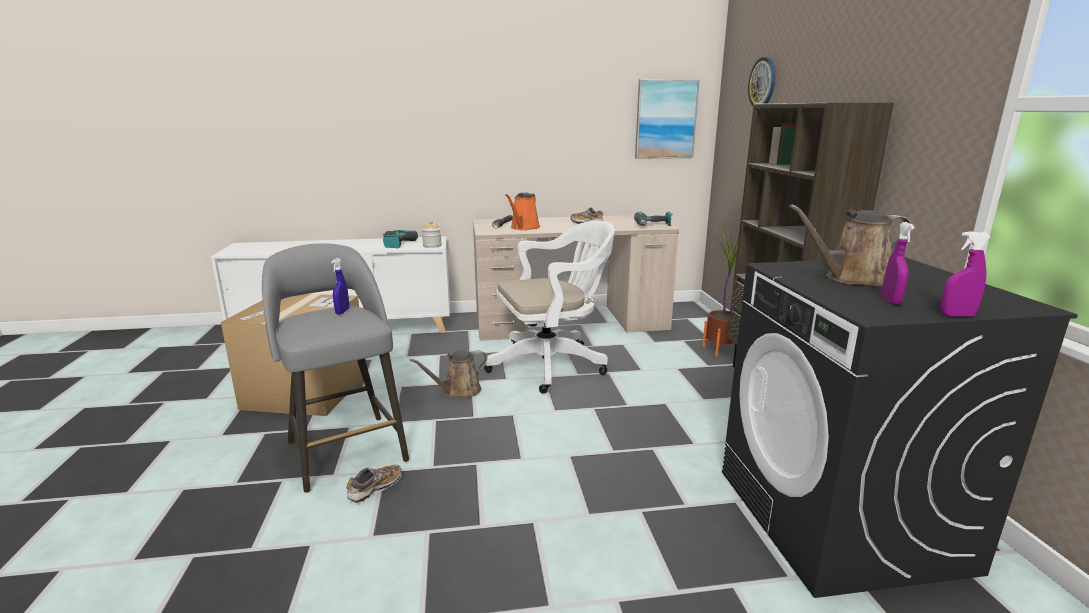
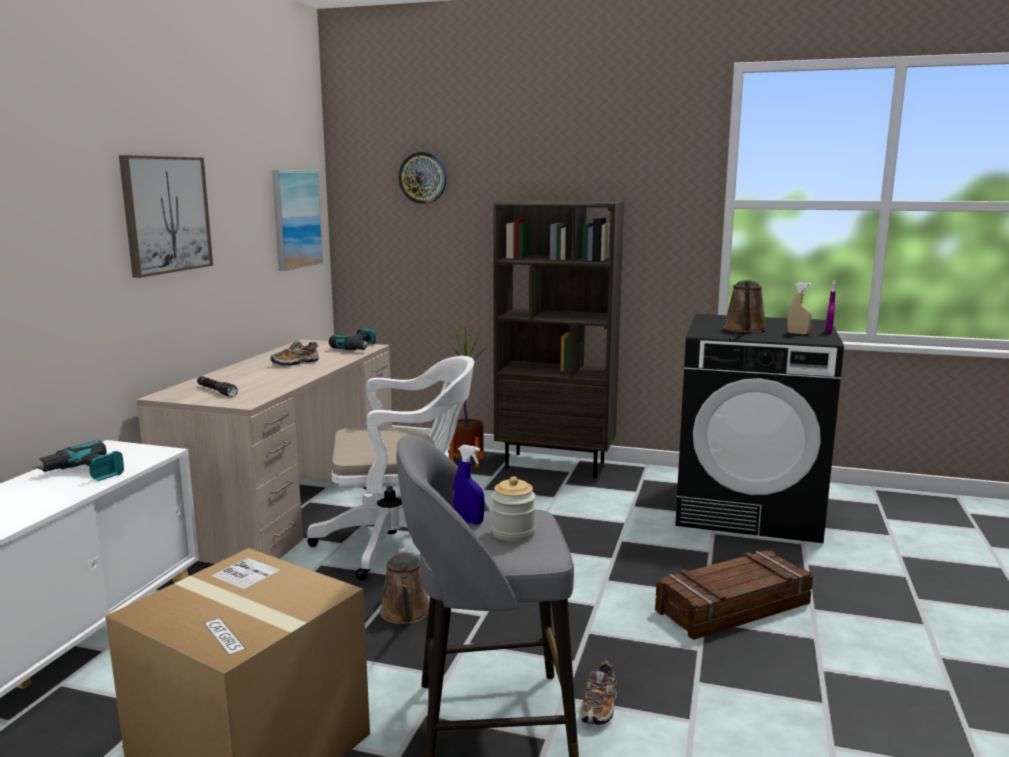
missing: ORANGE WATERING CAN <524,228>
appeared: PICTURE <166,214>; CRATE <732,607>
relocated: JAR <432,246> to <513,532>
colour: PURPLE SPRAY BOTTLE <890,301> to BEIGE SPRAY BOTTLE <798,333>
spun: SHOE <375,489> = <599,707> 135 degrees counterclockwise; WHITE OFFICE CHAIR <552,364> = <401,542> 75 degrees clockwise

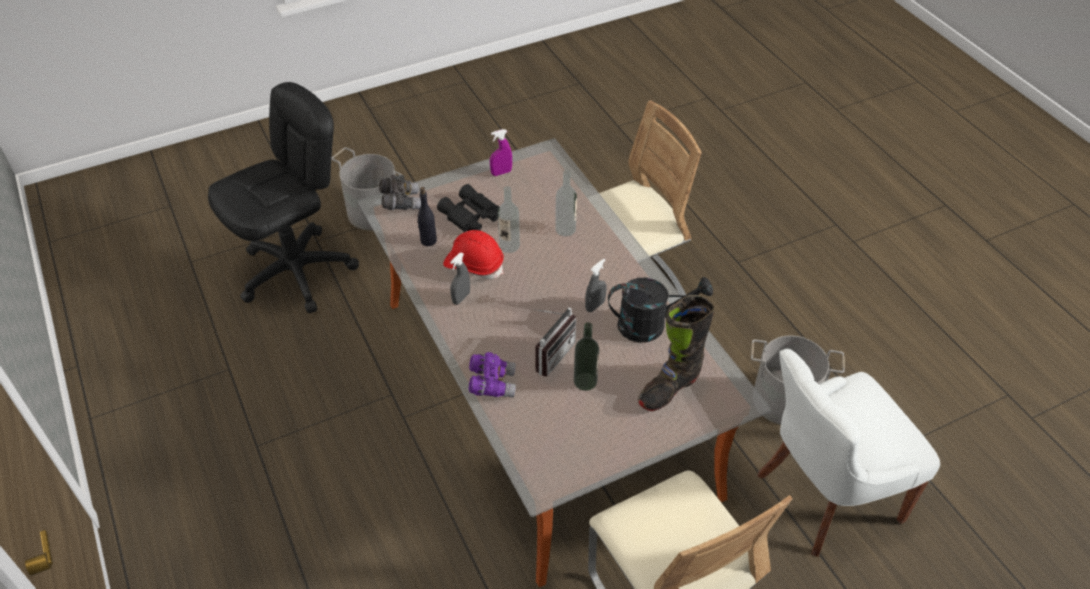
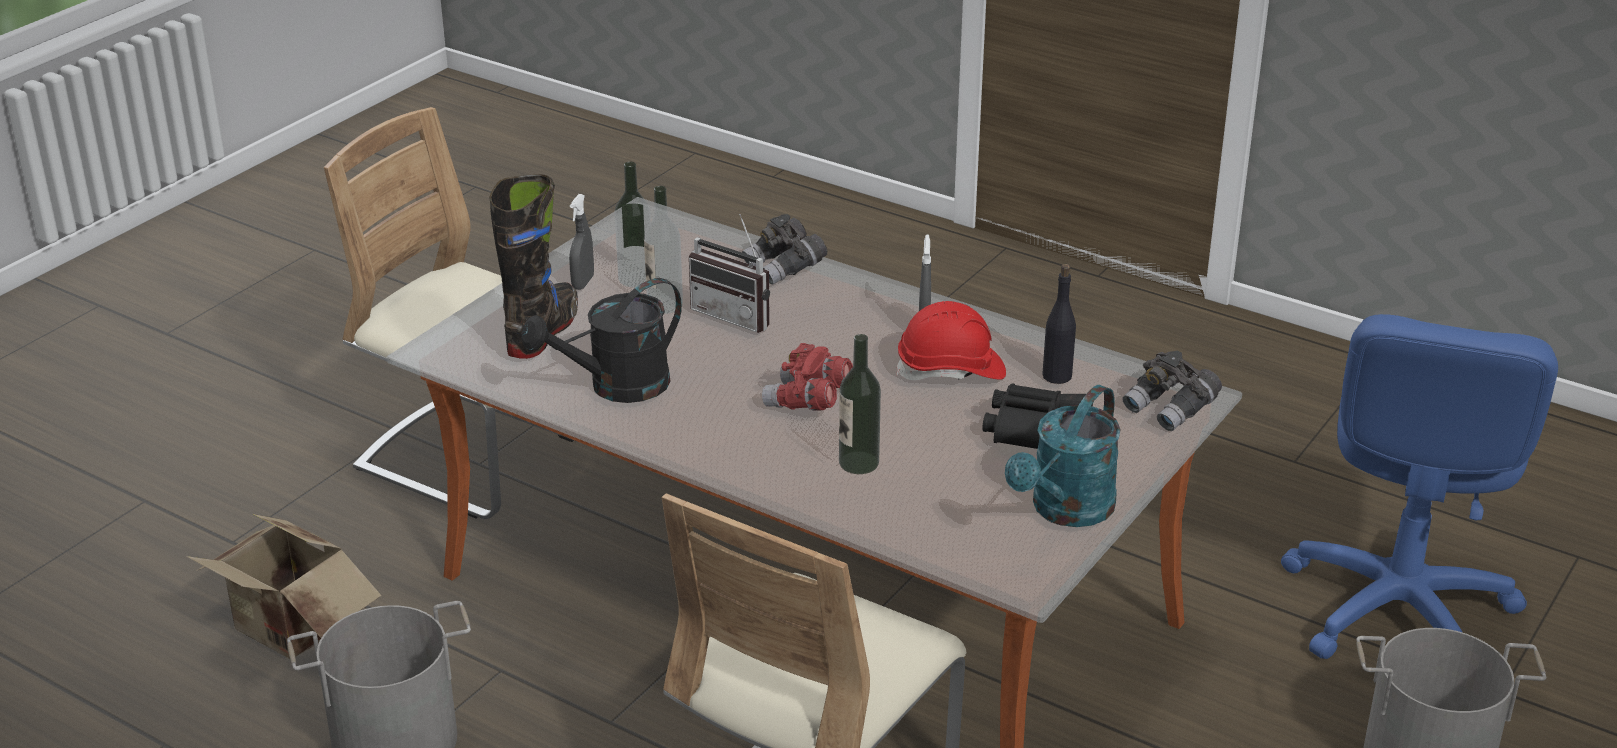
appeared: RED BINOCULARS <808,401>
relocated: BOTTLE <509,245> to <635,279>; GREY SPRAY BOTTLE <595,306> to <583,283>
exchanged: PURPLE SPRAY BOTTLE <501,173> to TURQUOISE WATERING CAN <1065,511>; WHITE CHAIR <824,496> to CARDBOARD BOX <289,632>
colour: BLACK OFFICE CHAIR <297,272> to BLUE OFFICE CHAIR <1397,609>; PURPLE BINOCULARS <492,383> to GREY BINOCULARS <785,268>
spun: RADIO <550,354> = <737,315> 60 degrees counterclockwise

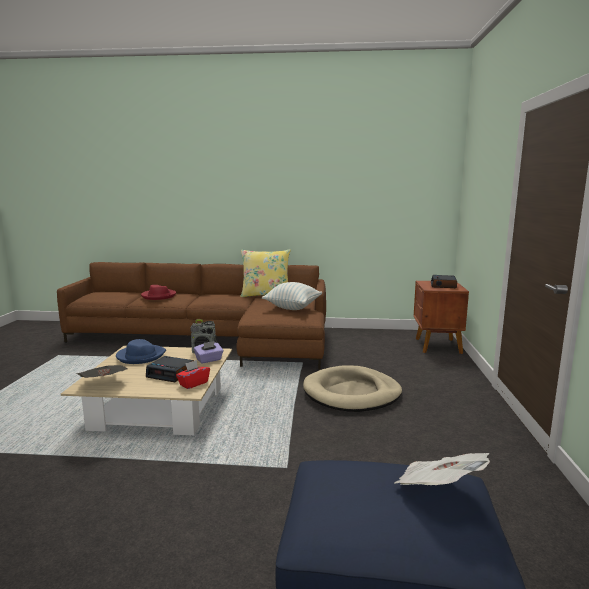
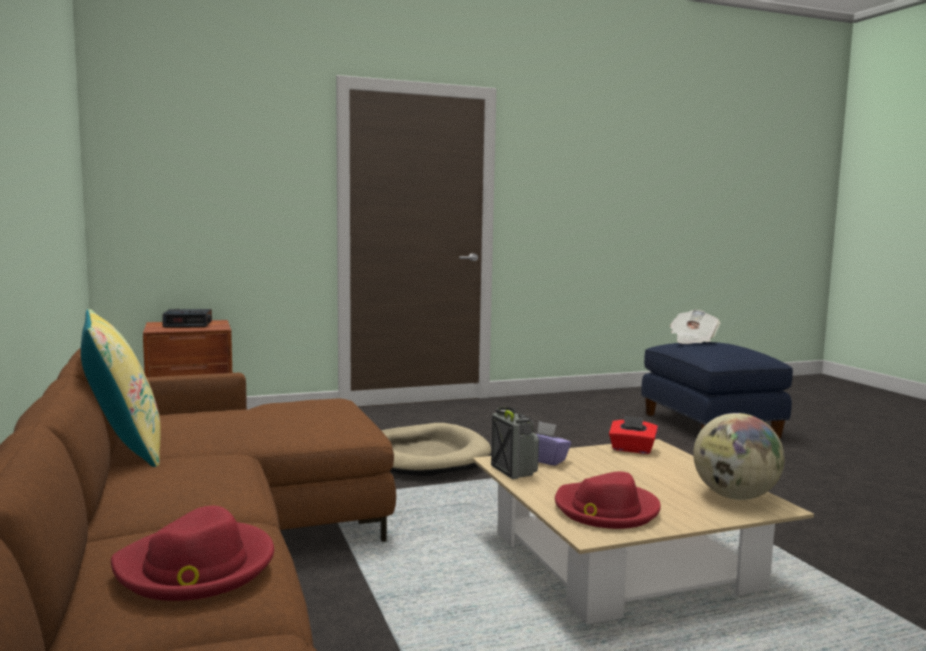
missing: ALARM CLOCK <171,373>; PILLOW <292,308>
exchanged: NEWSPAPER <104,384> to GLOBE <734,496>
colour: BLUE HAT <140,356> to RED HAT <605,509>

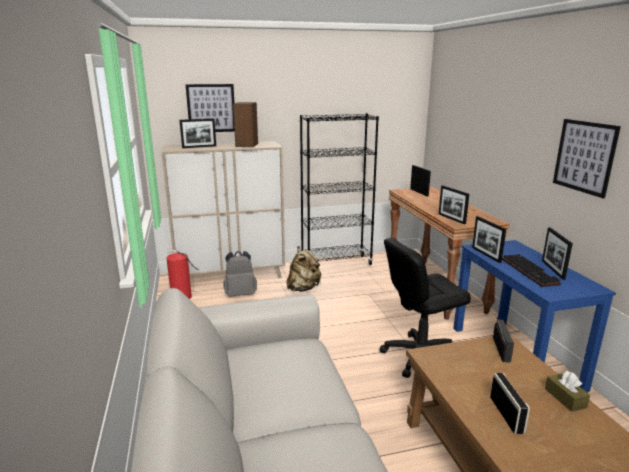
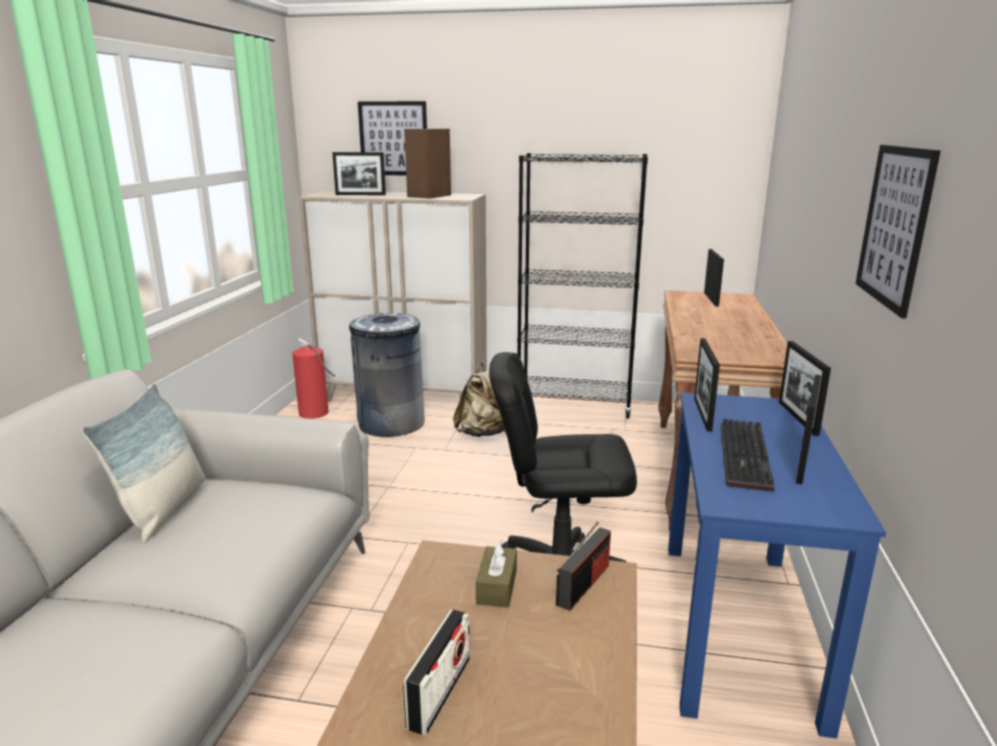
appeared: PILLOW <163,509>
relocated: PICTURE FRAME <451,219> to <797,418>; BROWN TISSUE BOX <565,398> to <497,587>
exchanged: GREY BACKPACK <240,294> to GREY TRASH CAN <391,423>

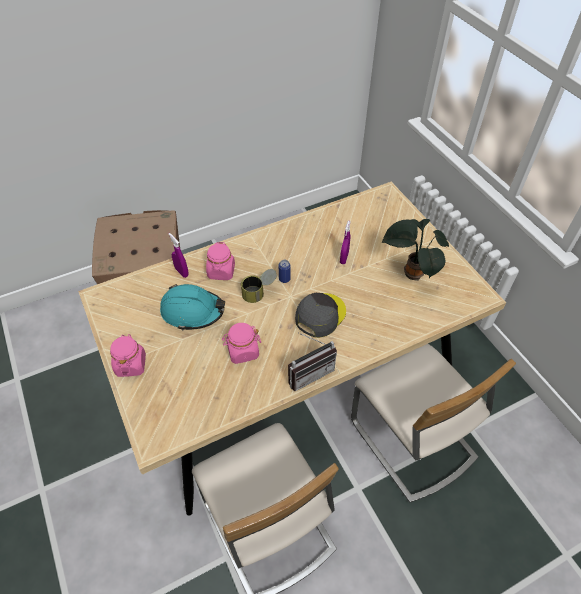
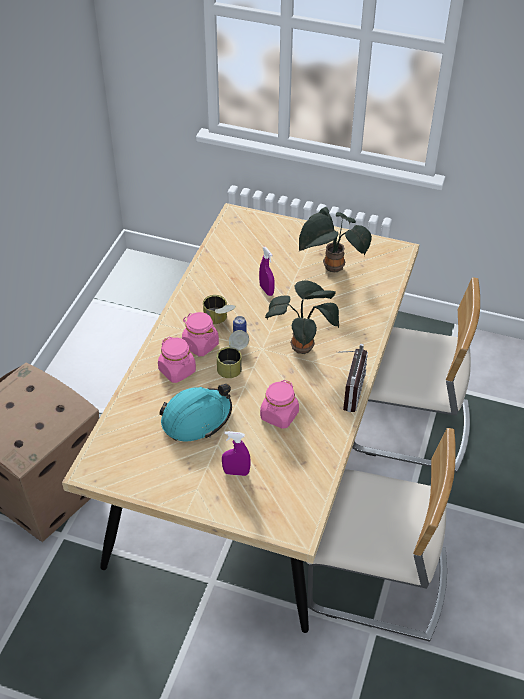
appeared: CAN <219,320>
relocated: PINK JAR <131,364> to <200,345>; PURPLE SPRAY BOTTLE <181,272> to <236,472>
exchanged: GREY CAP <320,315> to POTTED PLANT <303,346>

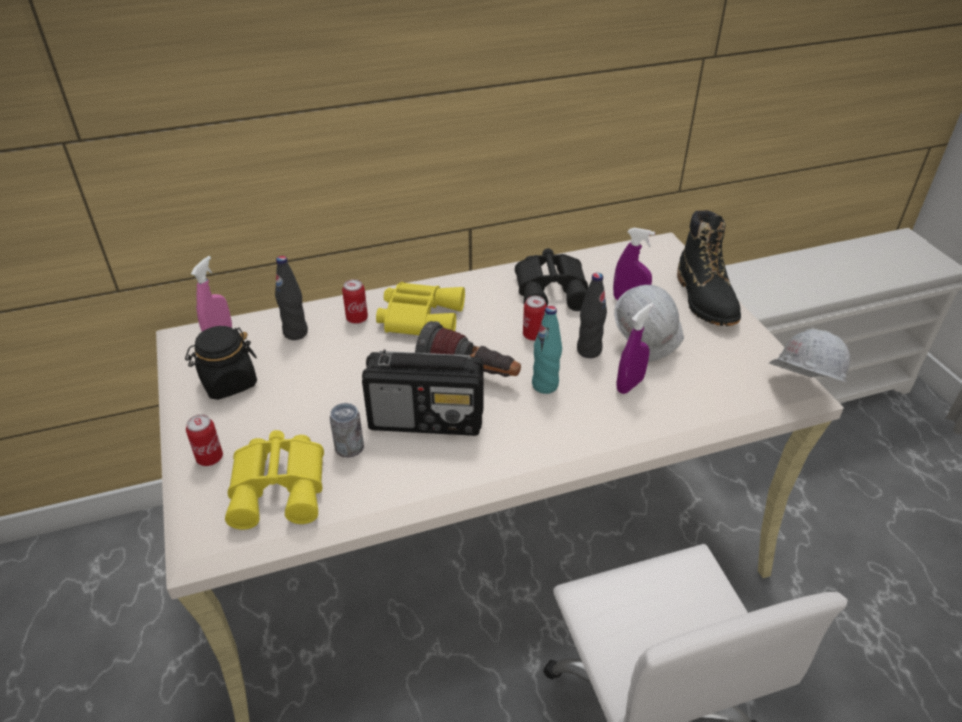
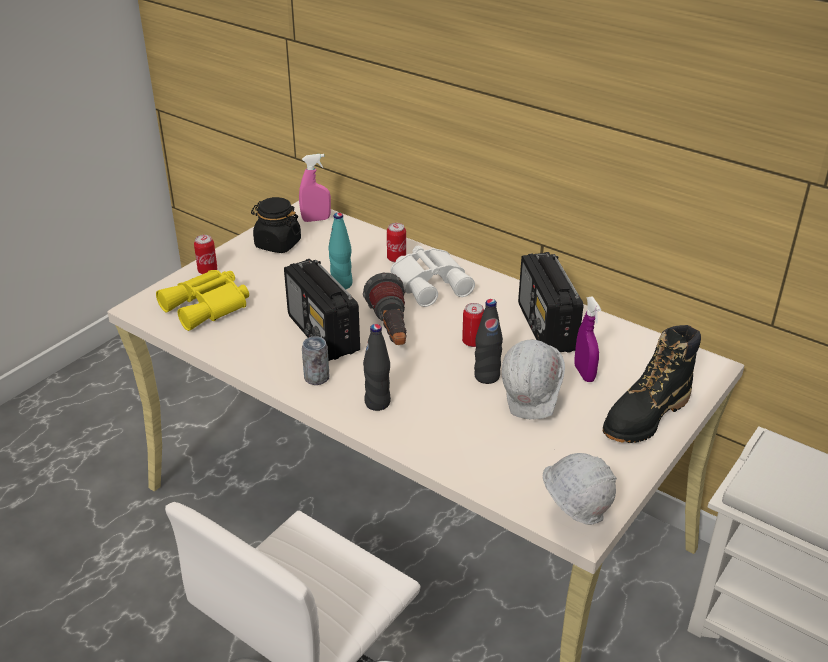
missing: PURPLE SPRAY BOTTLE <629,385>
relocated: BLACK BOTTLE <295,333> to <377,403>; CAN <349,448> to <316,378>; TURQUOISE BOTTLE <545,385> to <341,284>
exchanged: BLACK BINOCULARS <552,289> to RADIO <546,328>
colour: YELLOW BINOCULARS <420,316> to WHITE BINOCULARS <431,282>

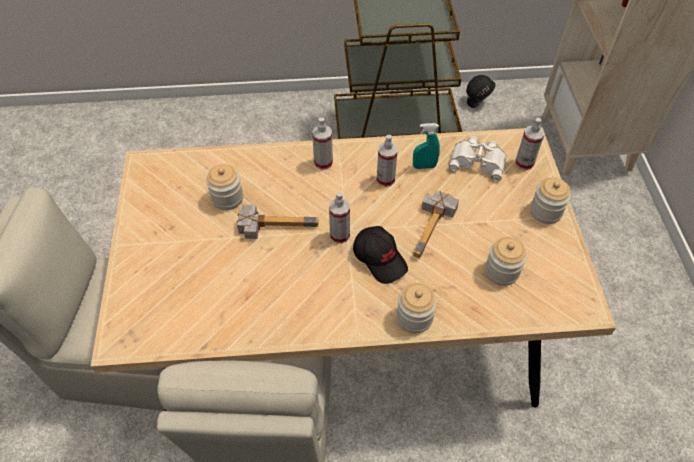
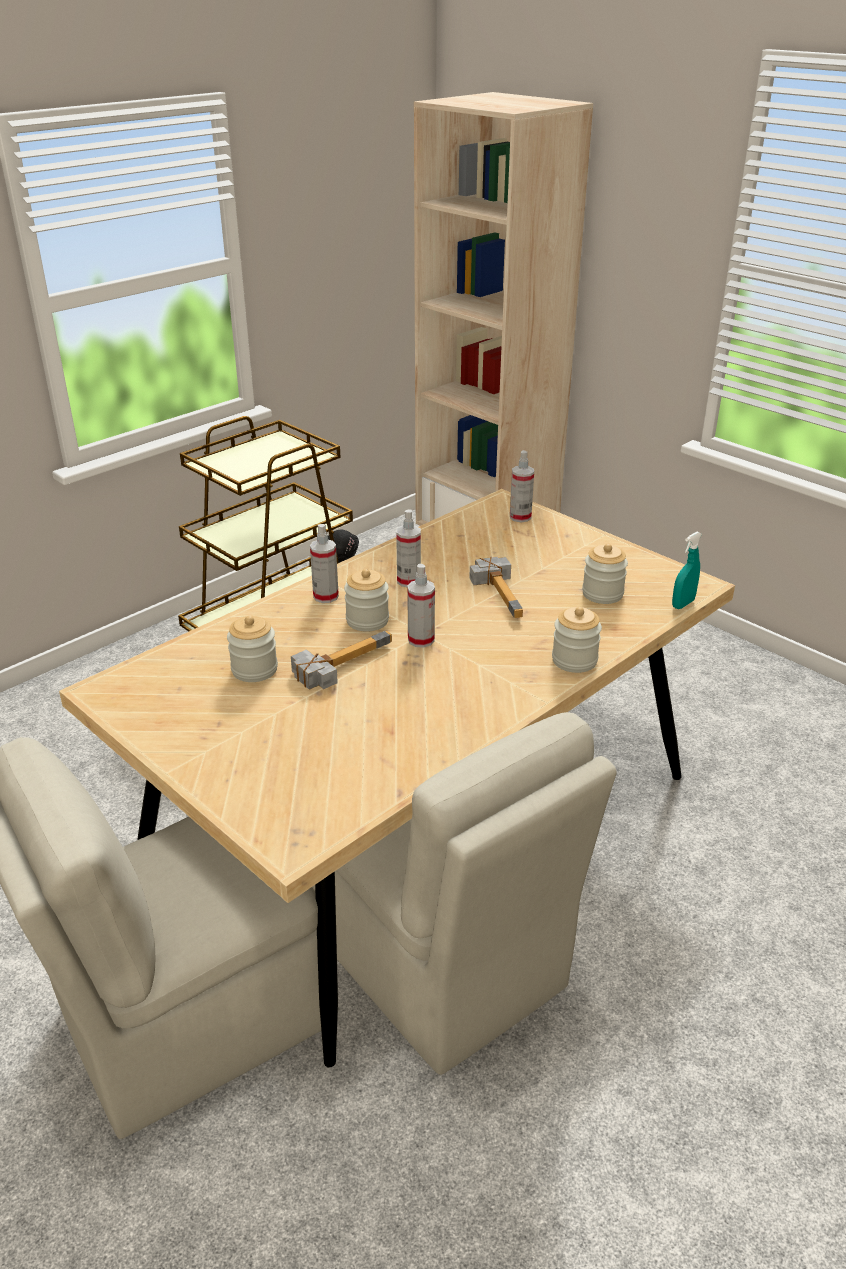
missing: BLACK CAP <380,258>; WHITE BINOCULARS <478,161>
relocated: TURQUOISE SPRAY BOTTLE <424,166> to <683,604>; JAR <545,211> to <367,620>

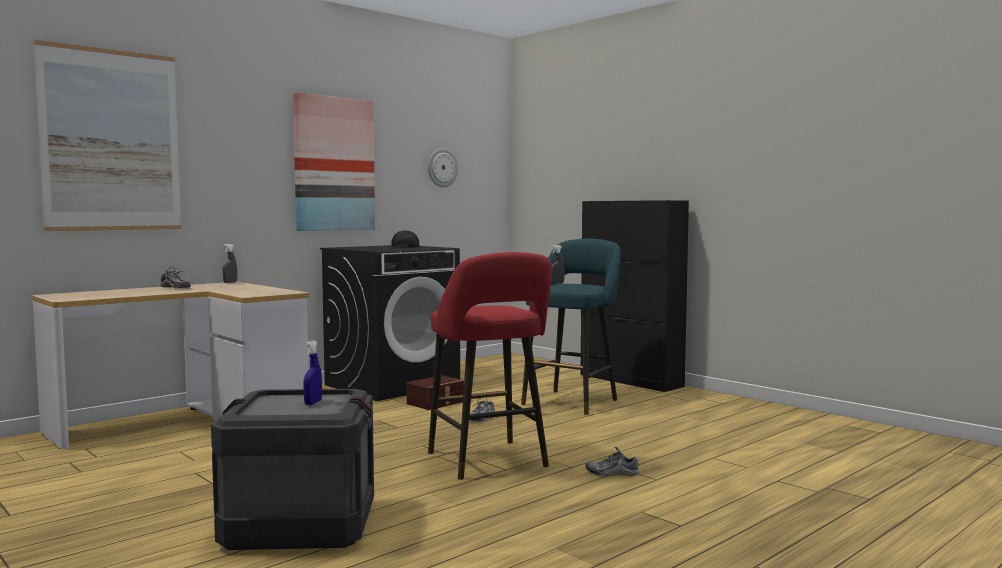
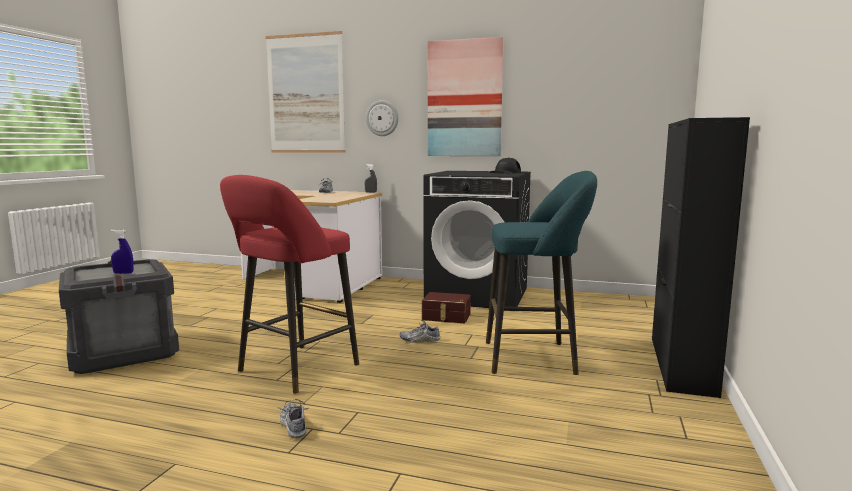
missing: GREY SPRAY BOTTLE <557,283>
relocated: WALL CLOCK <442,167> to <382,118>

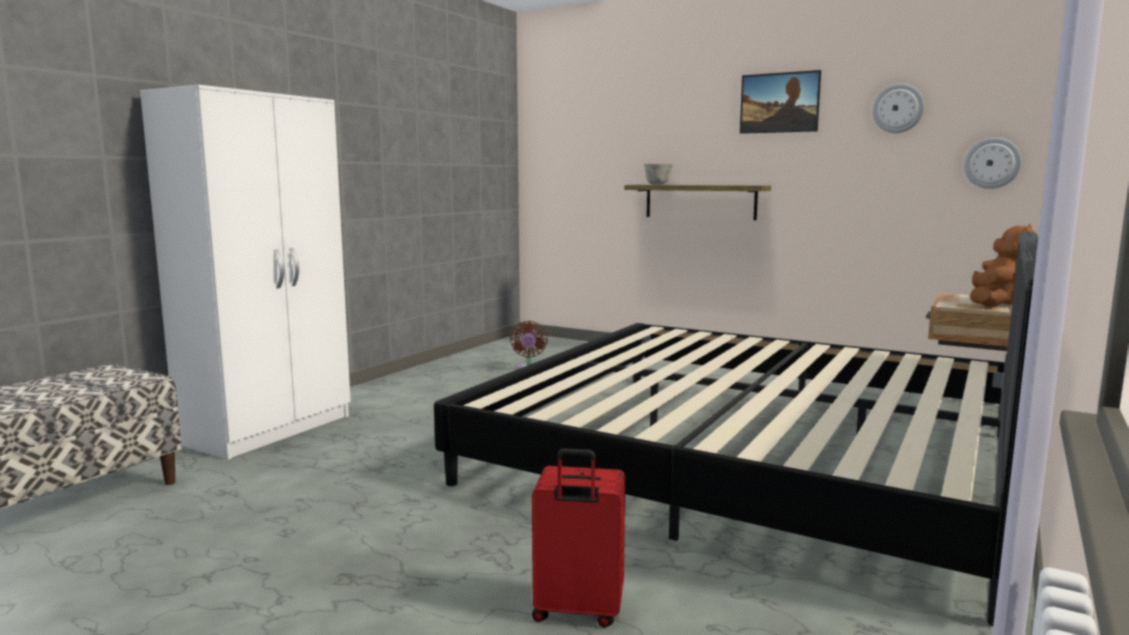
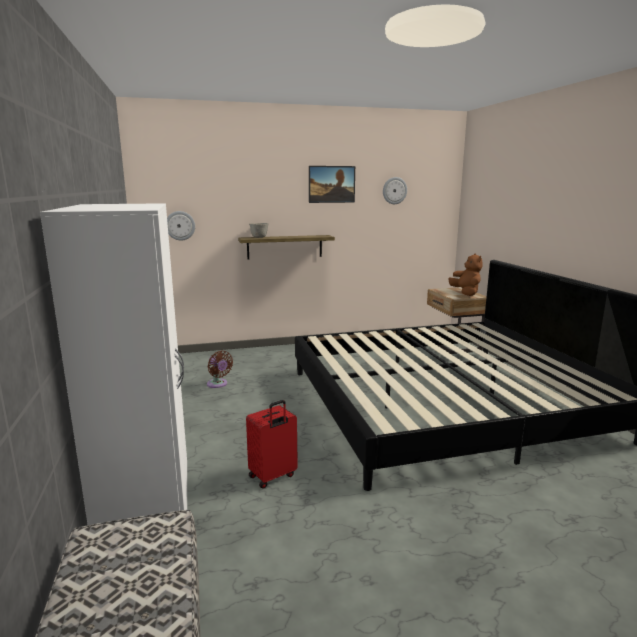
relocated: RED SUITCASE <577,611> to <273,476>; WALL CLOCK <992,163> to <180,225>

